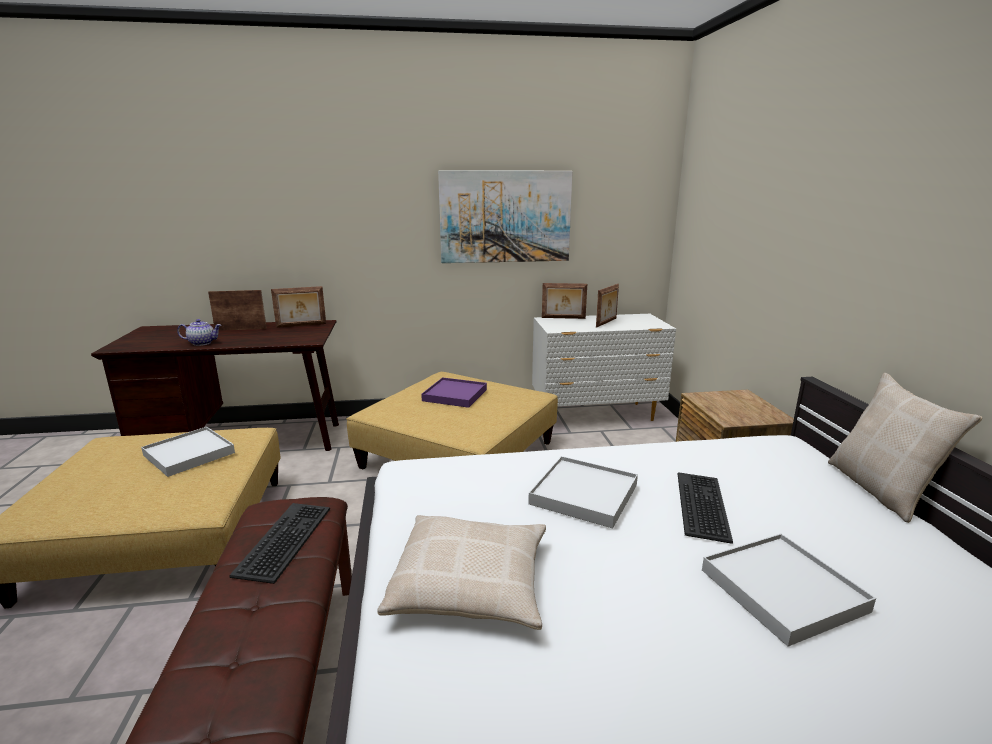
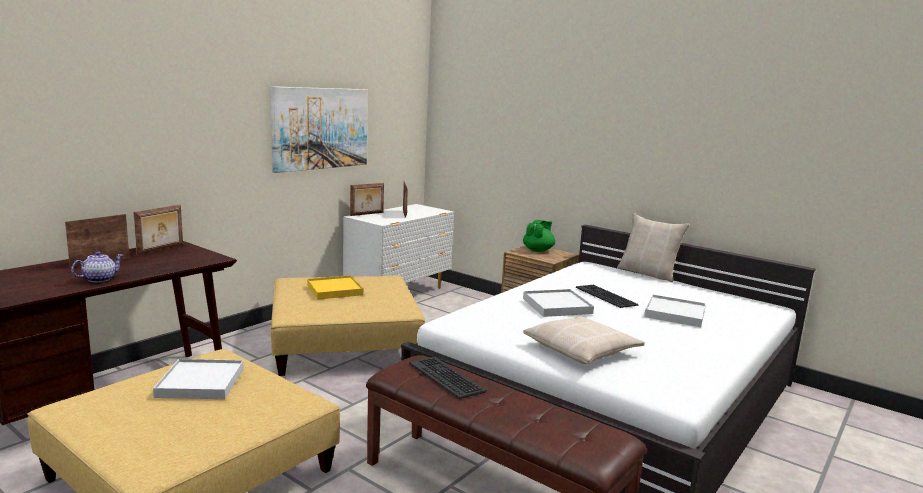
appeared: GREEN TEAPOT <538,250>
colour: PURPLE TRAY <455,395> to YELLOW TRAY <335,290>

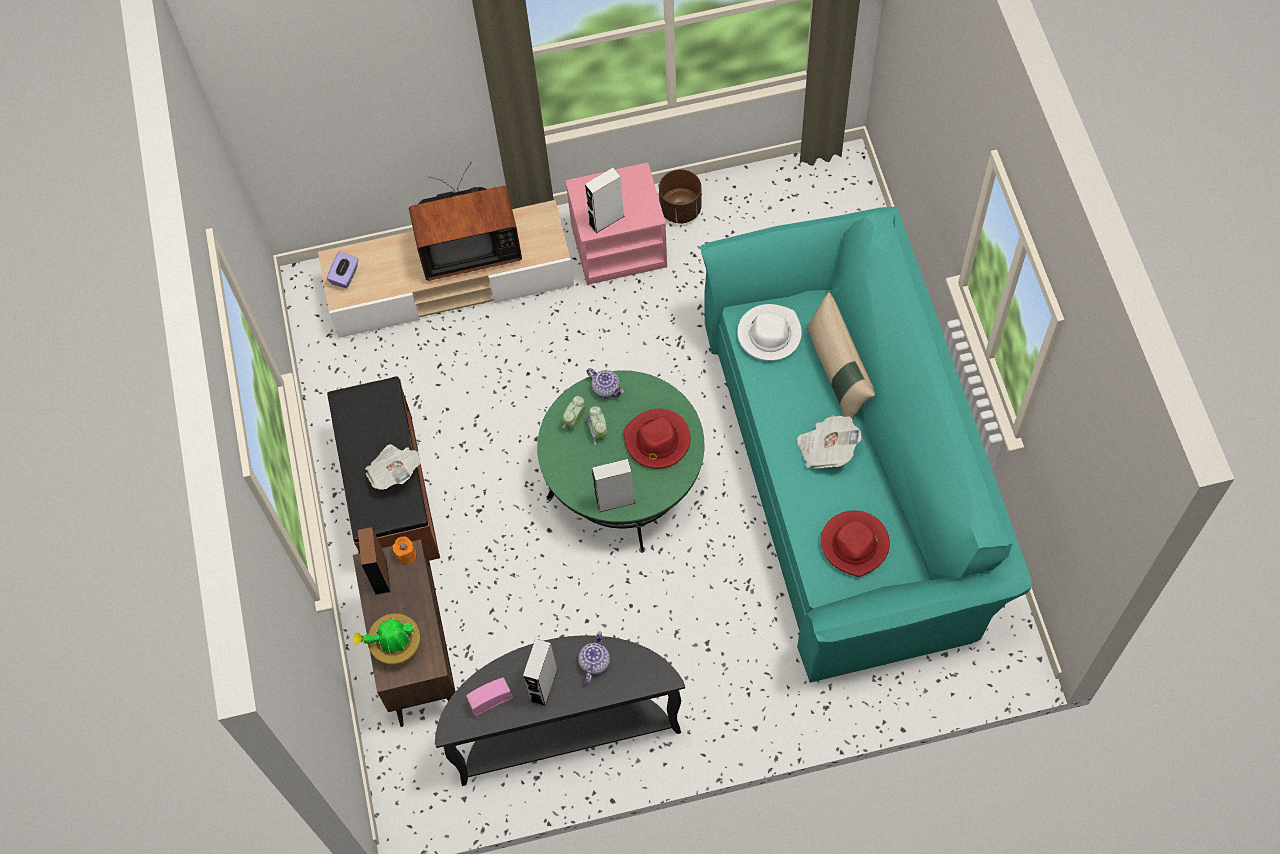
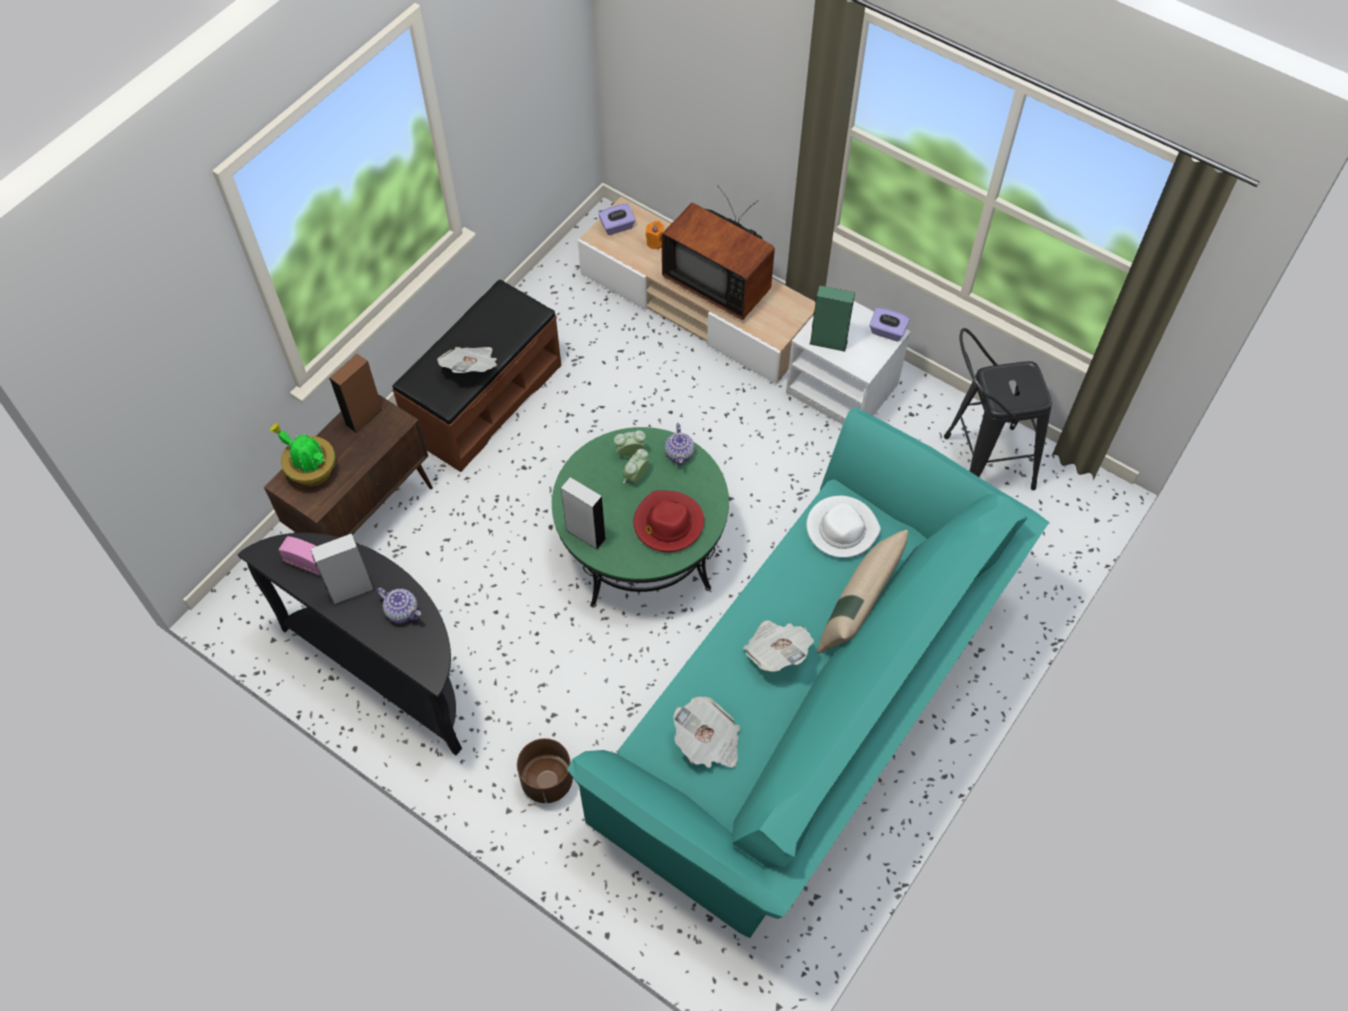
appeared: PURPLE TISSUE BOX <887,332>; BLACK STOOL <977,463>
relocated: ORANGE CANDLE <406,555> to <655,242>; BROWN PLANTER <680,209> to <546,781>
exchanged: RED HAT <855,544> to NEWSPAPER <708,742>
colour: PINK NIGHTSTAND <619,246> to WHITE NIGHTSTAND <843,388>; WHITE SPEAKER <606,220> to GREEN SPEAKER <828,342>
spun: TEAPOT <594,662> = <402,611> 60 degrees clockwise

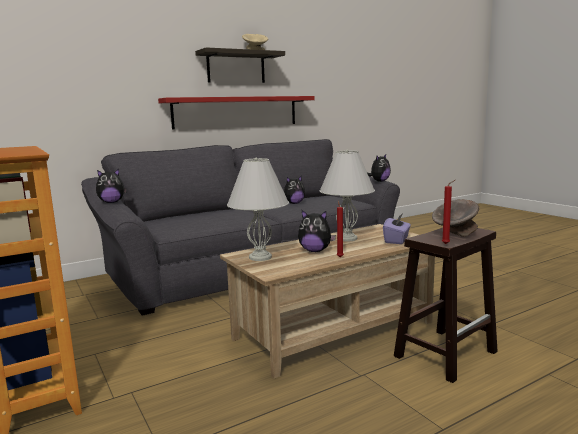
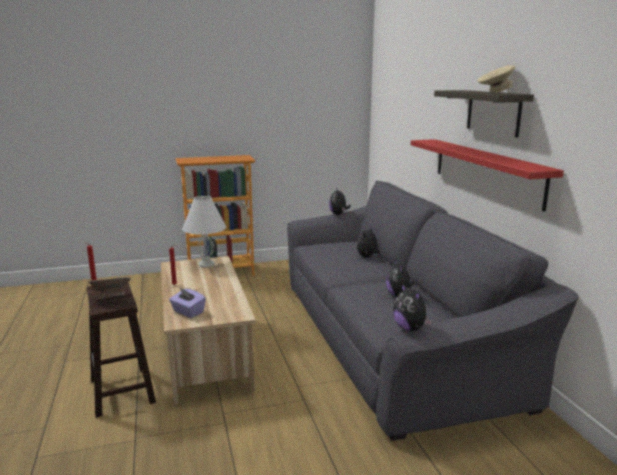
missing: WHITE TABLE LAMP <347,238>
relocated: PLUSH TOY <315,251> to <368,257>

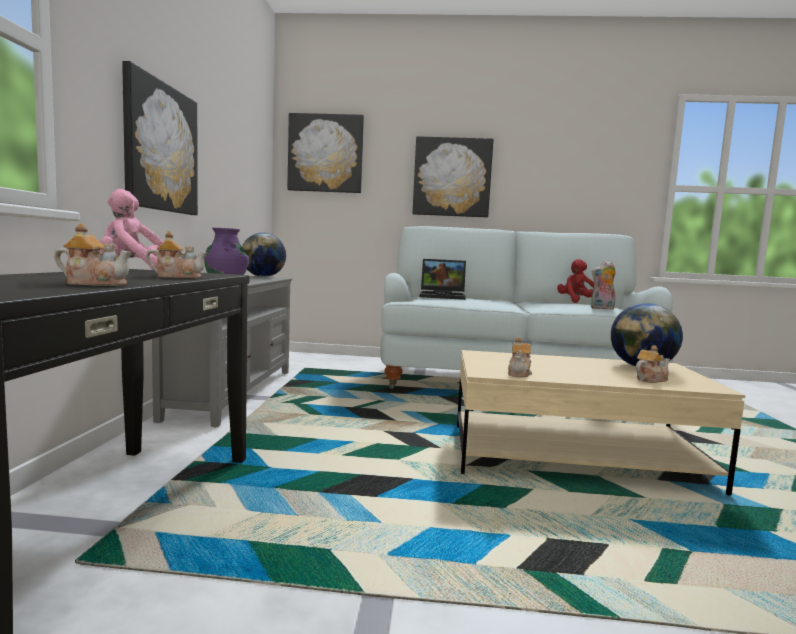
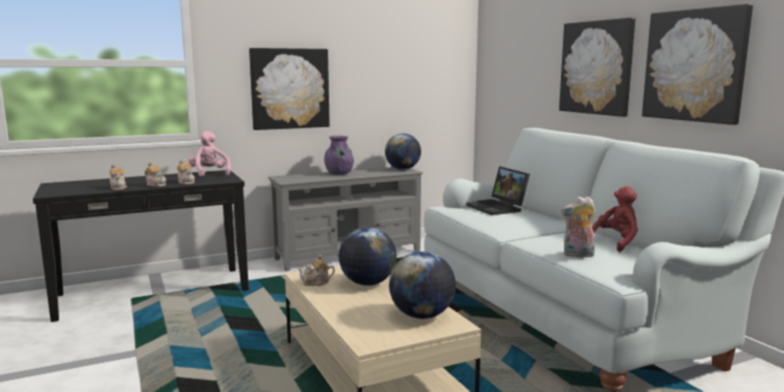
appeared: GLOBE <367,283>
relocated: PICTURE <325,153> to <694,65>; TEAPOT <650,379> to <156,185>
spun: PLUSH TOY <602,308> = <578,255> 45 degrees counterclockwise

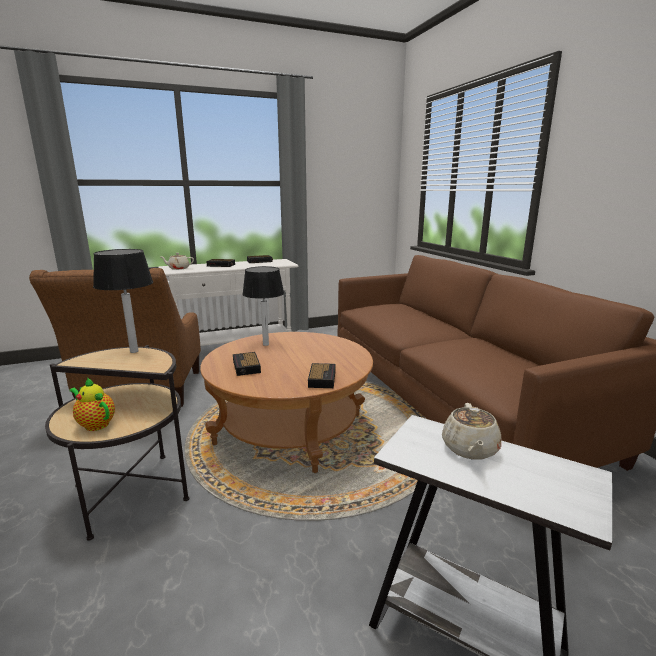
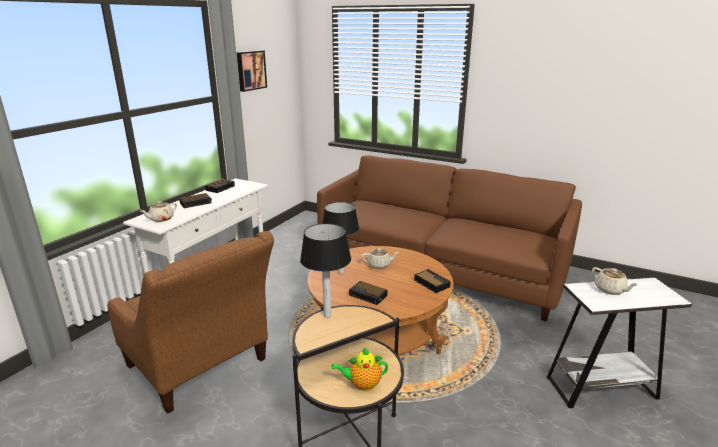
appeared: PICTURE <250,70>; BEIGE TEAPOT <379,265>

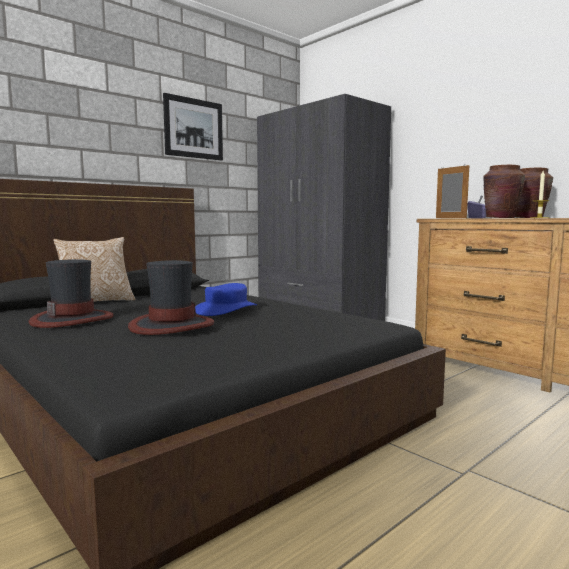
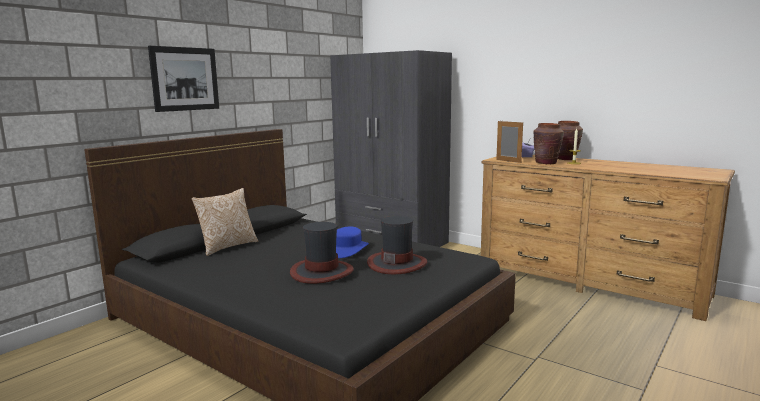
relocated: HAT <73,319> to <397,263>; PICTURE <194,128> to <185,79>

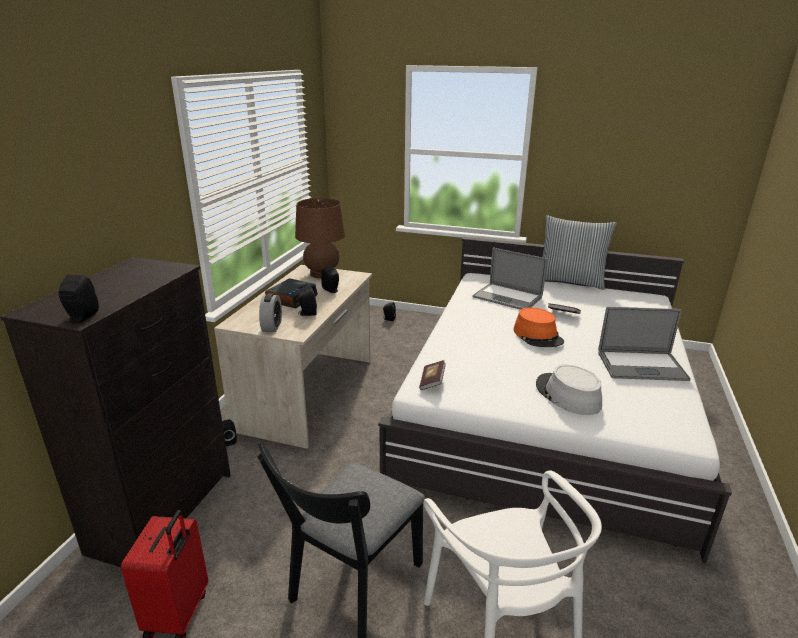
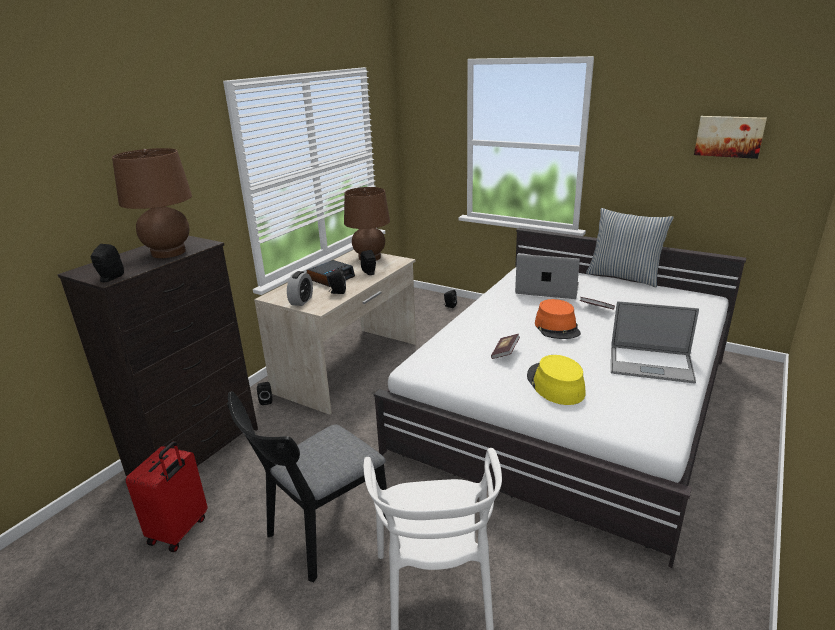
appeared: BROWN TABLE LAMP <168,252>; PICTURE <729,136>
relocated: BOOK <432,382> to <505,352>
colour: GREY HAT <567,395> to YELLOW HAT <555,384>
spun: LAPTOP <507,297> = <547,289> 150 degrees clockwise

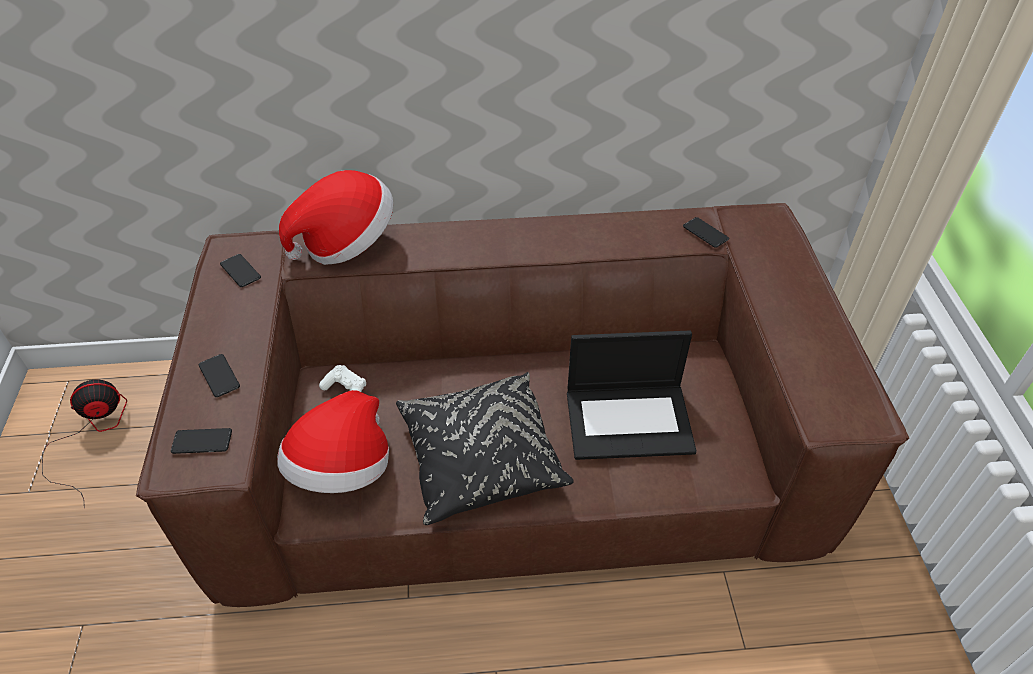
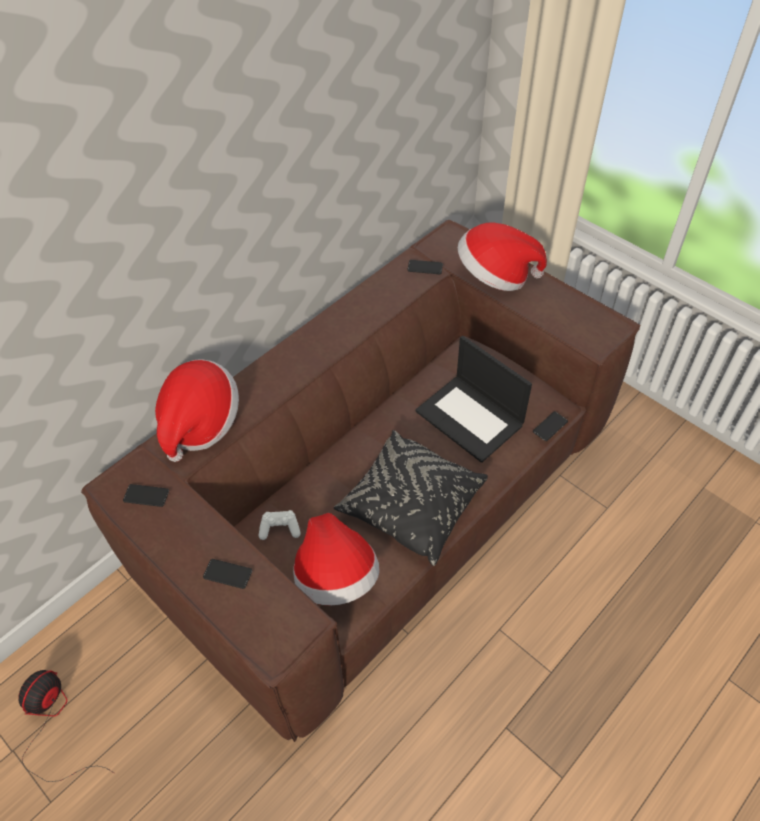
appeared: HAT <495,276>
relocated: PHONE <202,441> to <550,426>
spun: LAPTOP <630,420> = <471,418> 90 degrees clockwise

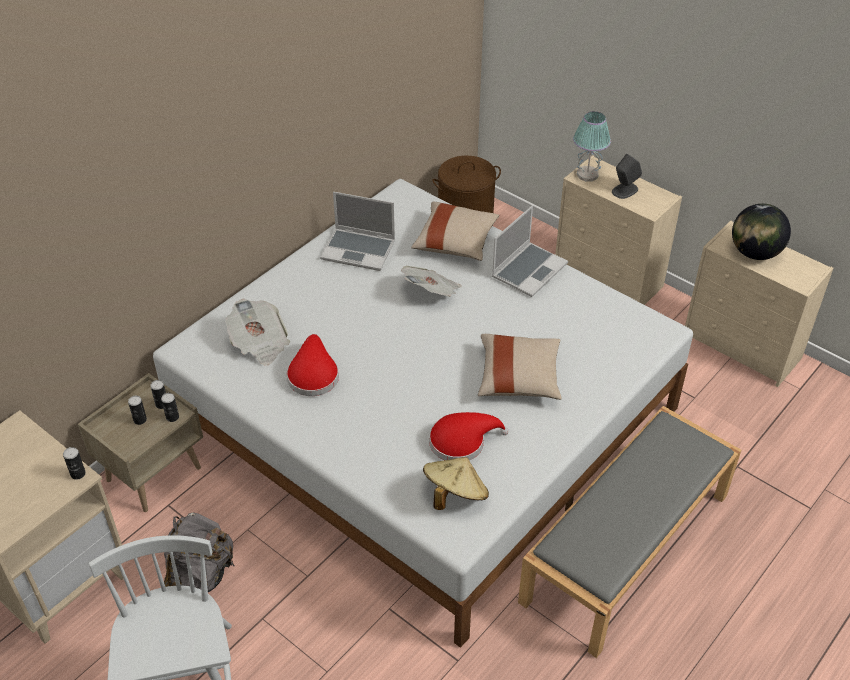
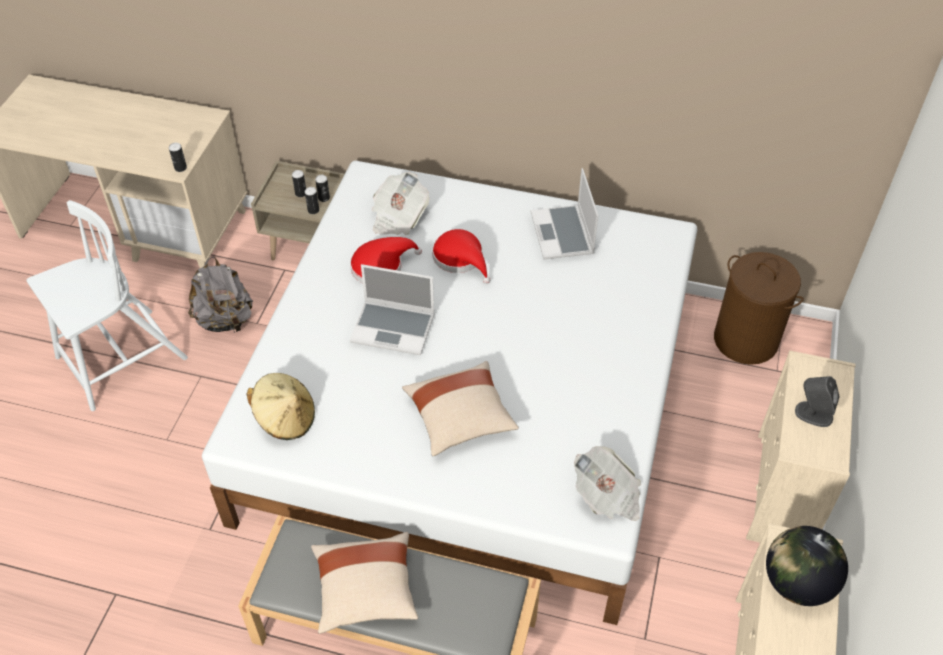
missing: TABLE LAMP <587,175>
relocated: NEWSPAPER <432,292> to <607,496>; BEIGE PILLOW <455,242> to <365,590>; RED HAT <461,441> to <461,258>; LAPTOP <529,270> to <394,328>

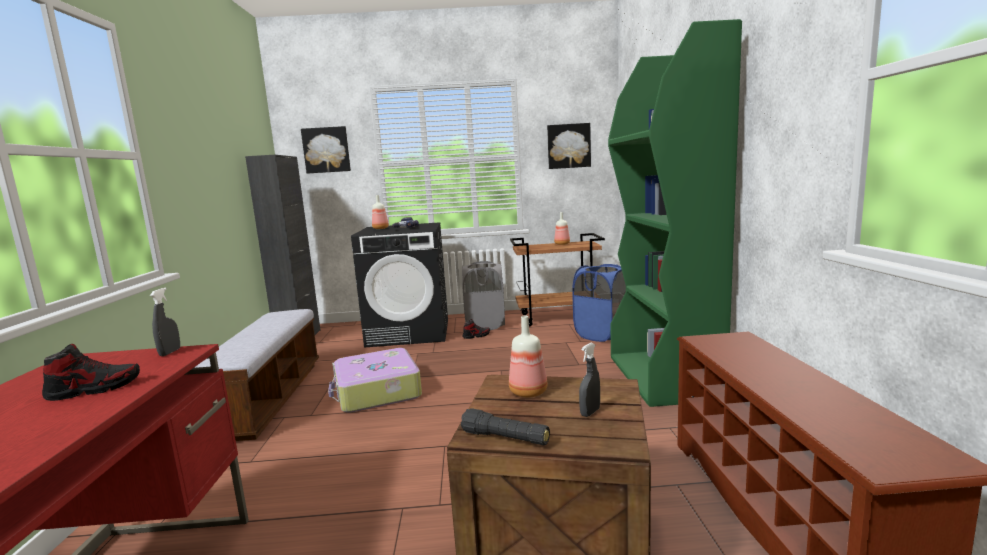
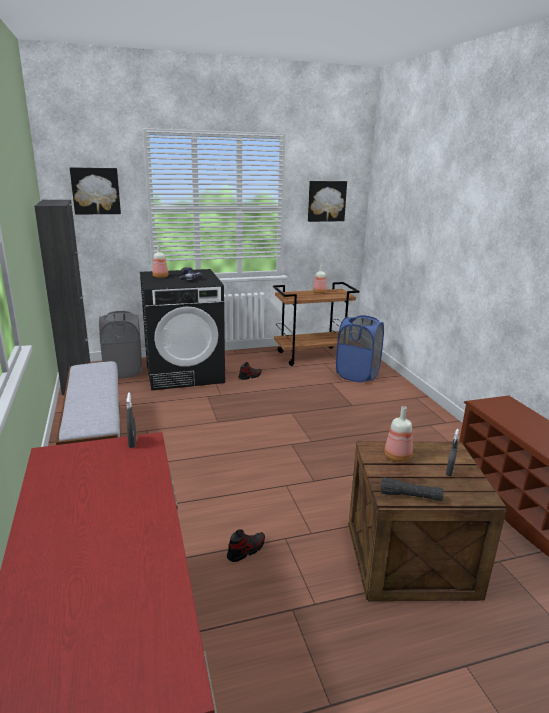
missing: SUITCASE <376,392>; GREEN BOOKCASE <663,378>
relocated: SHOE <94,389> to <246,550>; GREY LAUNDRY BASKET <485,325> to <124,371>

